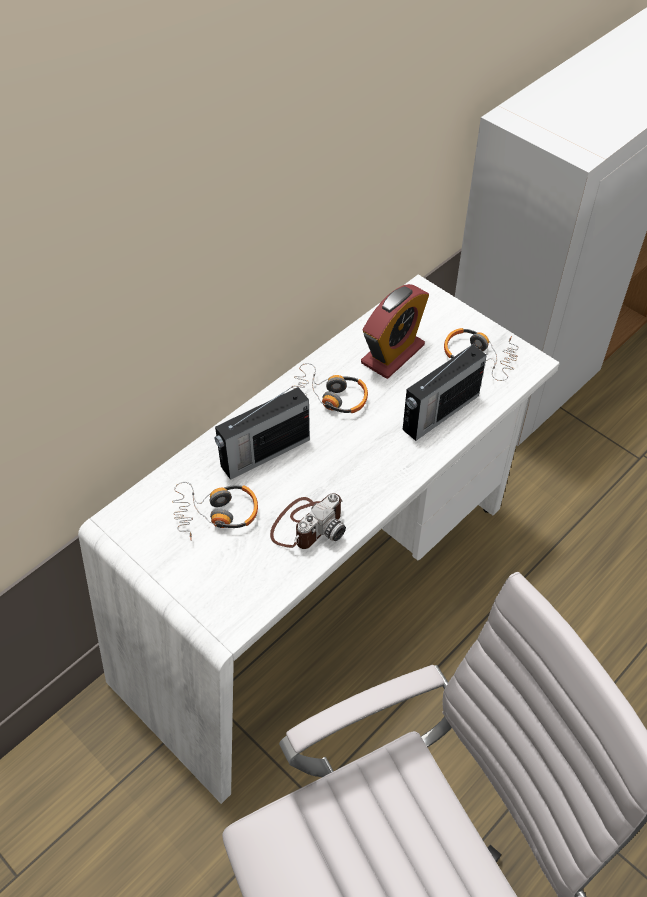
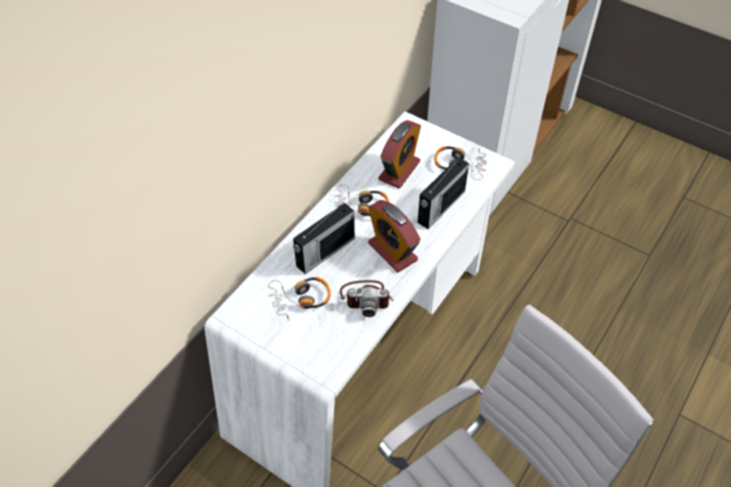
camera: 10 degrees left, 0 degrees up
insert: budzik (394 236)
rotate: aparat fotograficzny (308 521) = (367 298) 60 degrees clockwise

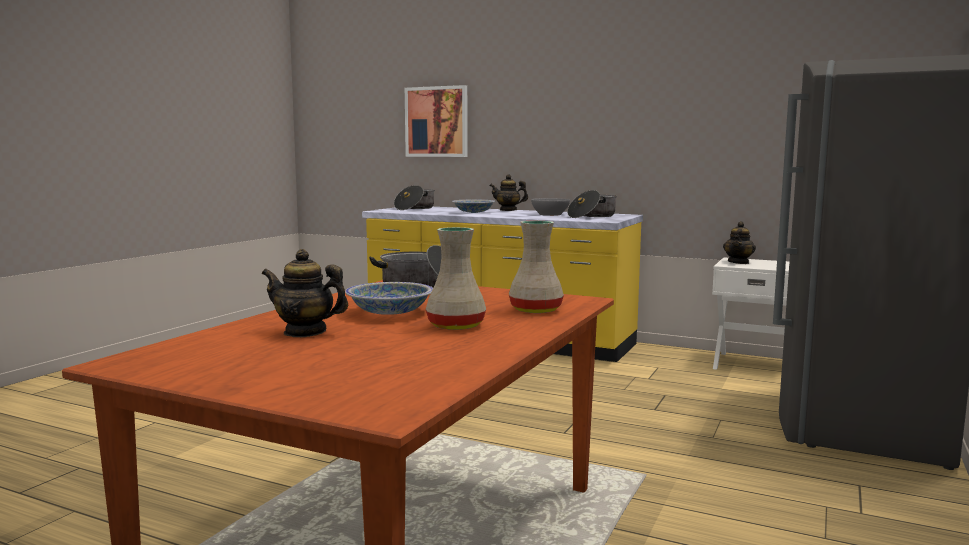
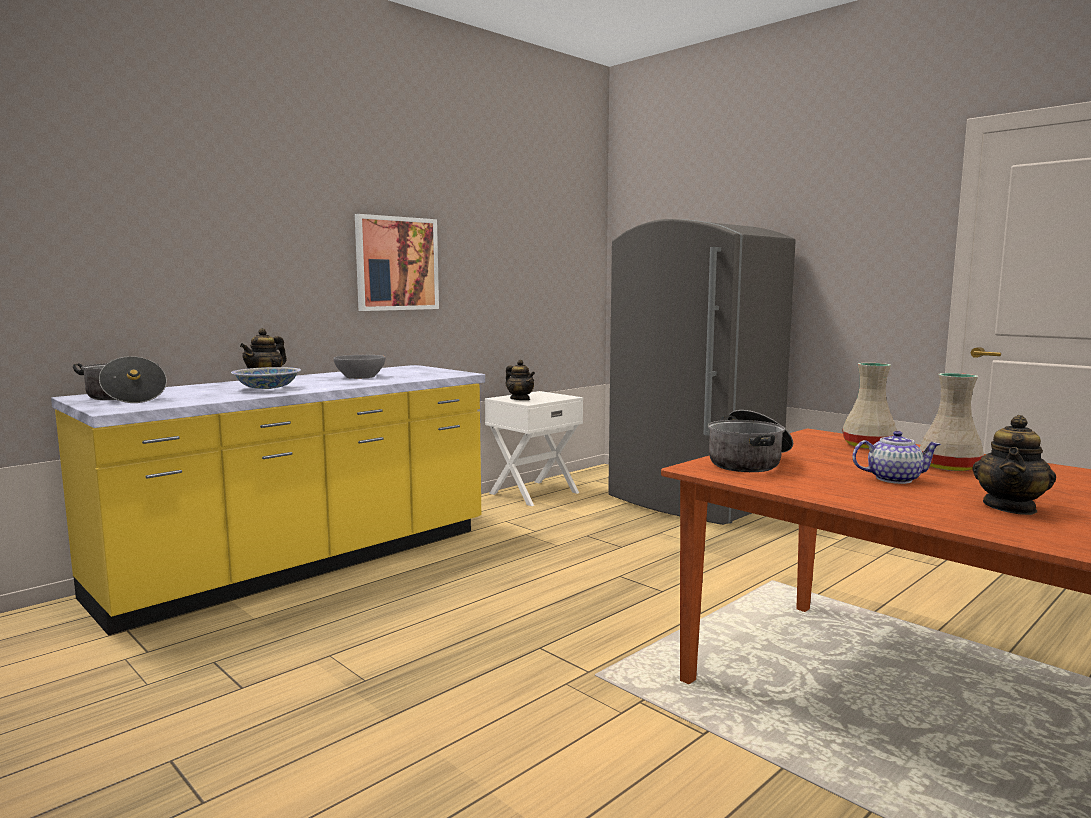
camera: 70 degrees left, 0 degrees up
delete: garnek (592 204)
move: obraz (436 121) to (397 262)
replace: miska (389 298) to imbryk (897 457)

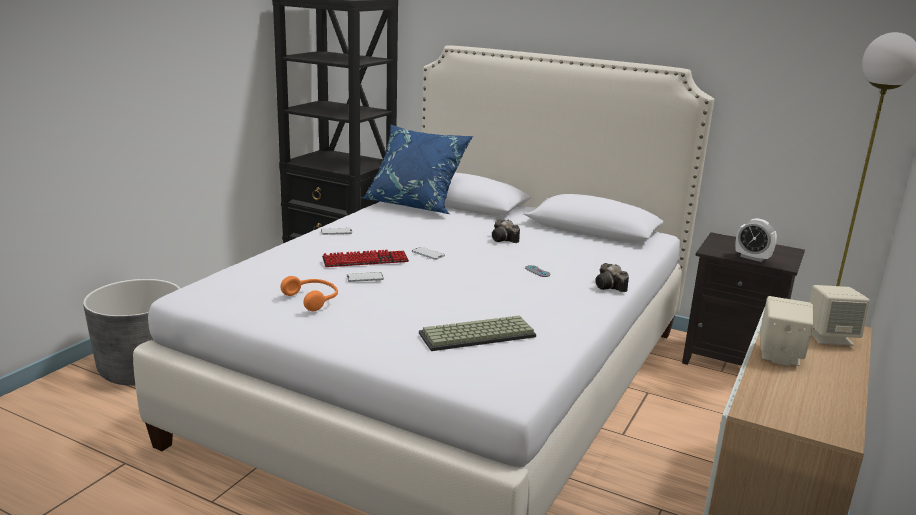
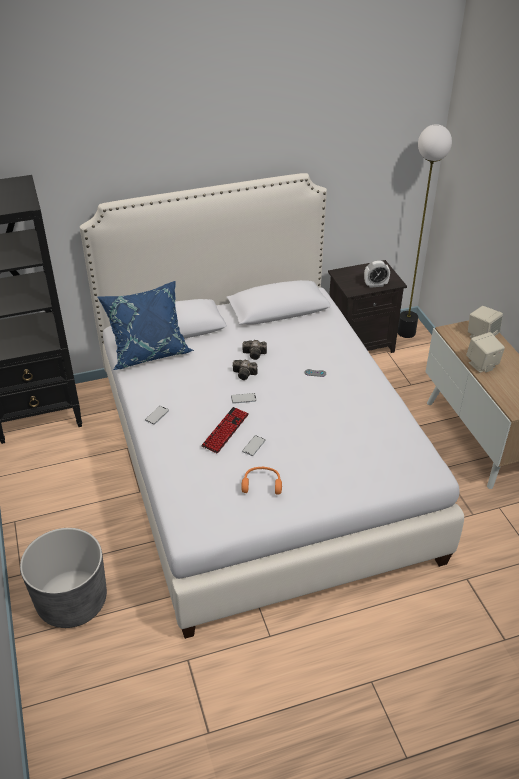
camera: 45 degrees left, 20 degrees up
delete: klawiatura (477 333)
move: aparat fotograficzny (612 277) to (245 369)

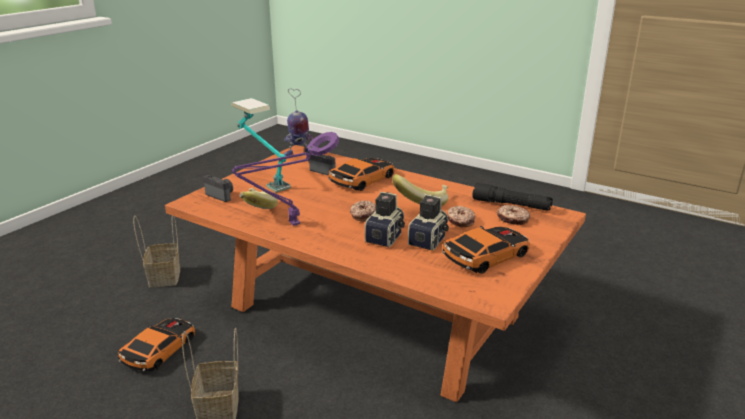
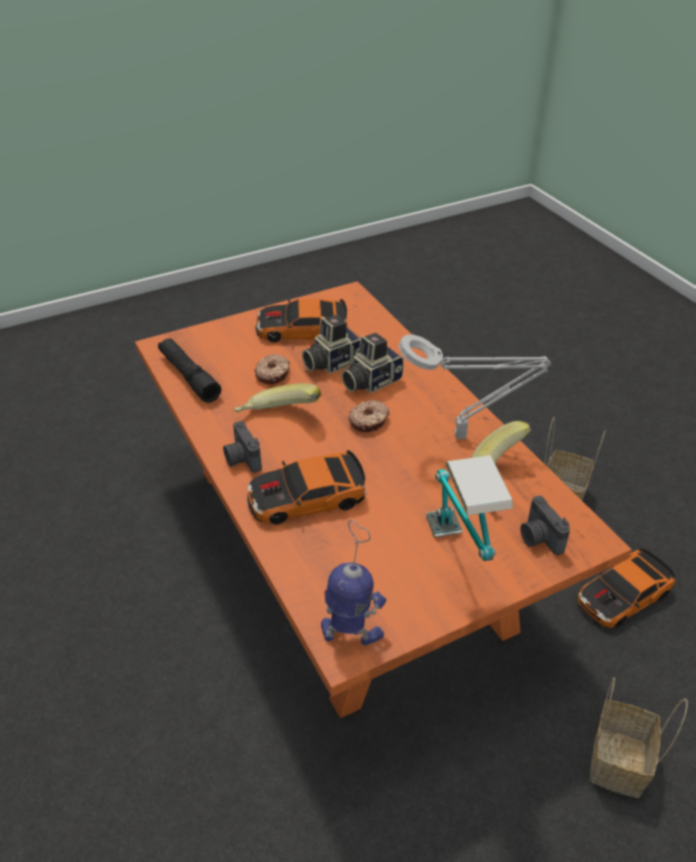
camera: 150 degrees left, 15 degrees up
delete: donut (513 215)
move: aparat fotograficzny (322 165) to (242 447)
recolor: lampa stołowa (fioletowy) (285 179) to lampa stołowa (szary) (474 387)

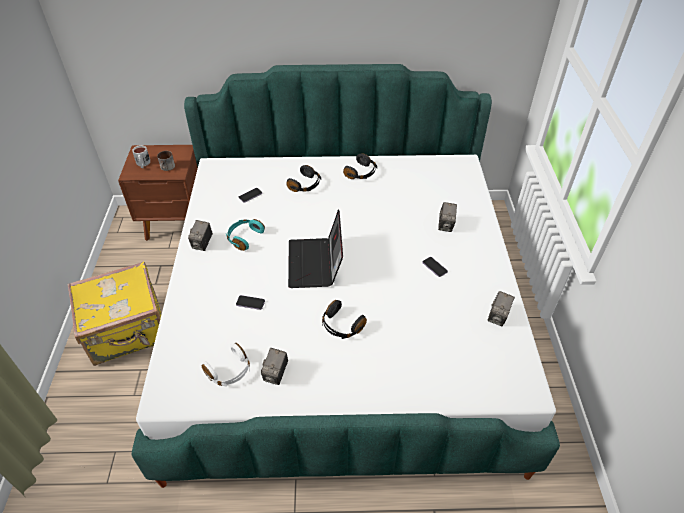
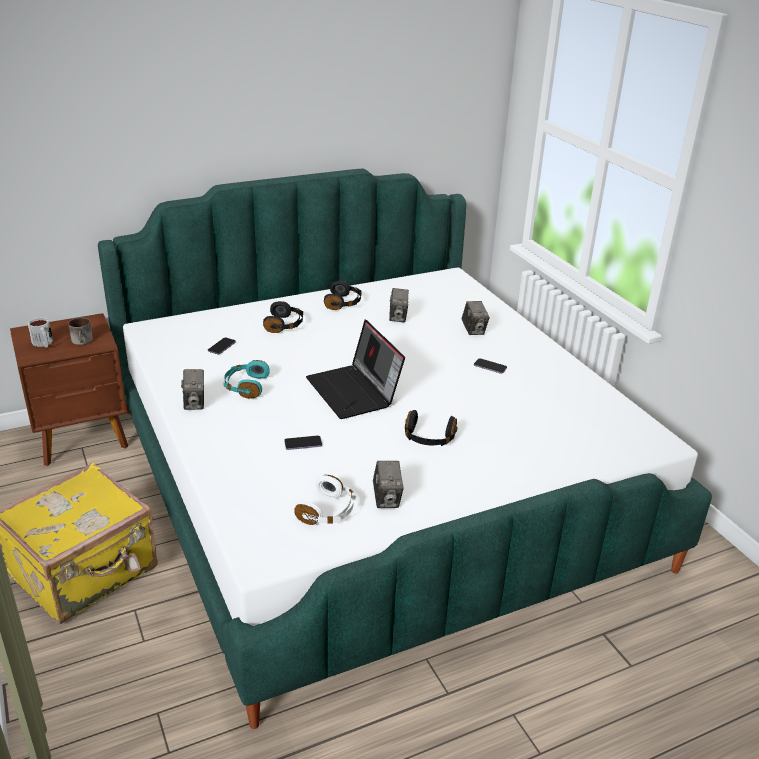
camera: 25 degrees left, 15 degrees down
move: aparat fotograficzny (501 308) to (399 305)

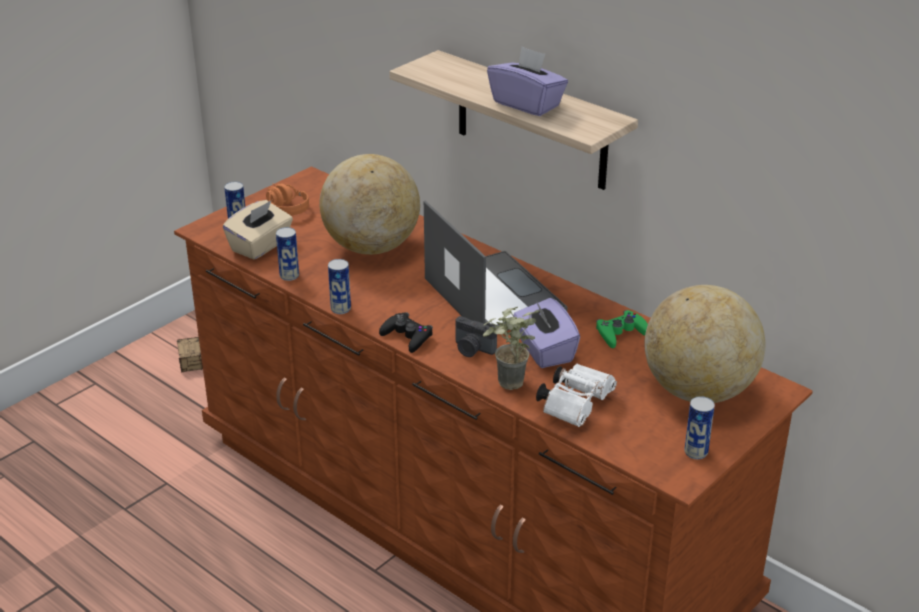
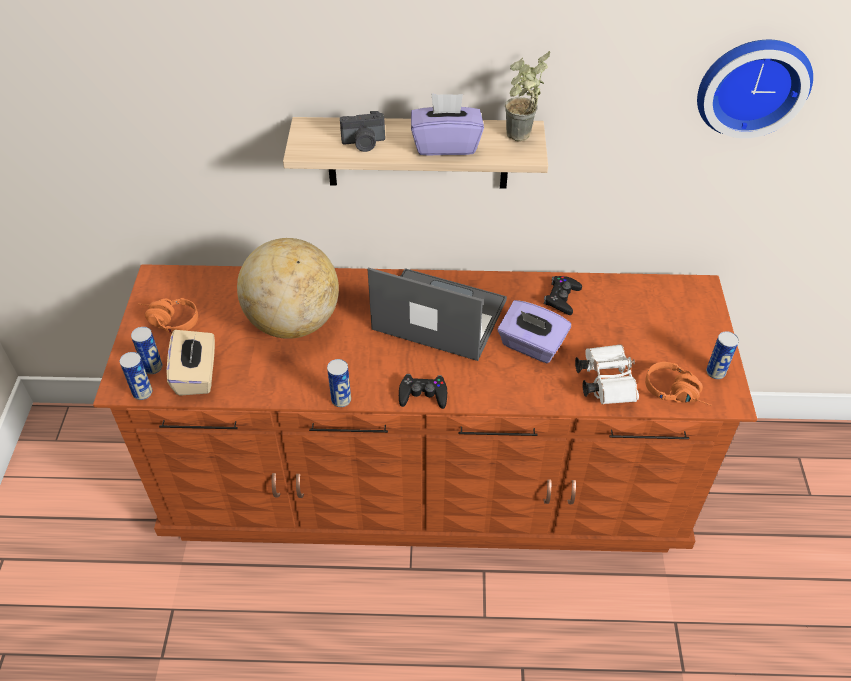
camera: 40 degrees left, 15 degrees up
delete: pojemnik do przechowywania (190 354); globus (704 344)
insert: słuchawki (pomarańczowy) (678 384); zegar ścienny (755 89)
move: puszka (287 254) to (136 376); aparat fotograficzny (476 336) to (362 131); roślina doniczkowa (510 348) to (527 96)
recolor: pad do gier (zielony) (622 329) to pad do gier (czarny) (563 295)

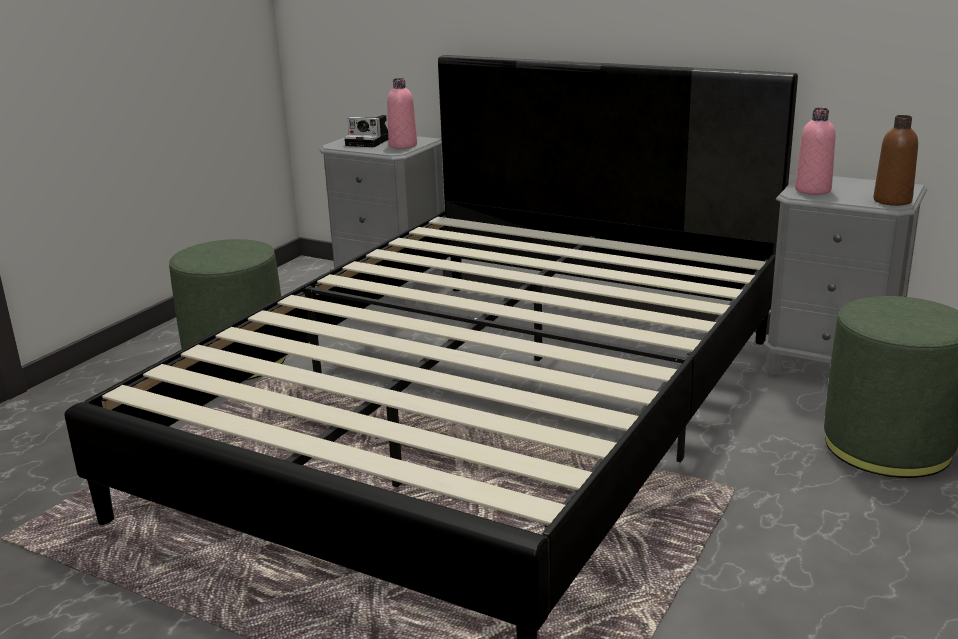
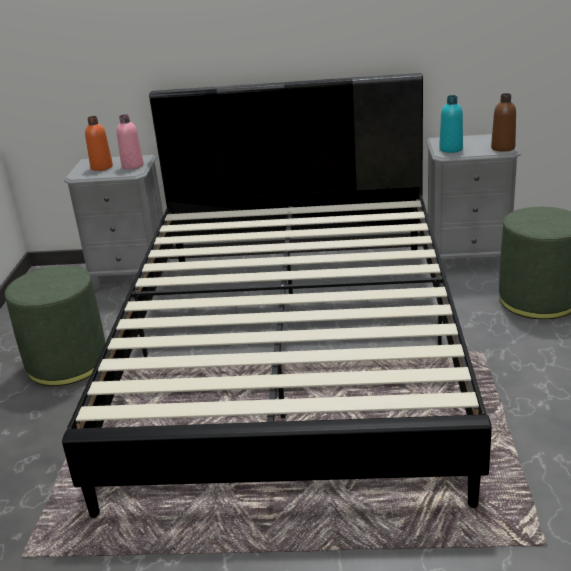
camera: 25 degrees left, 5 degrees up
replace: aparat fotograficzny (366 131) to butelka (pomarańczowy) (99 143)
recolor: butelka (różowy) (815 151) to butelka (turkusowy) (451 124)

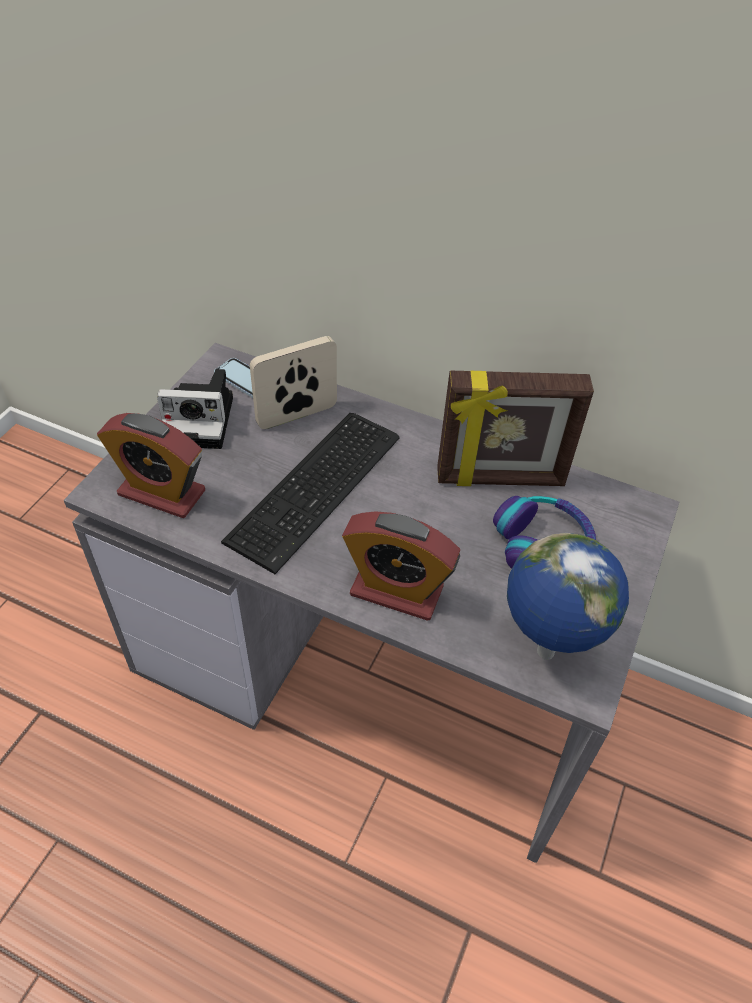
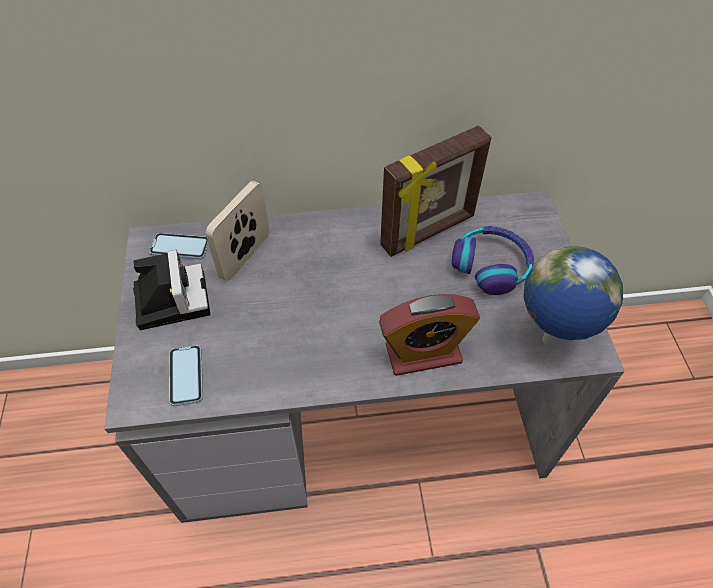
camera: 30 degrees left, 5 degrees up
delete: klawiatura (310 493)
replace: budzik (151 465) to telefon (186 375)
rotate: aparat fotograficzny (195 409) = (171 290) 75 degrees counterclockwise

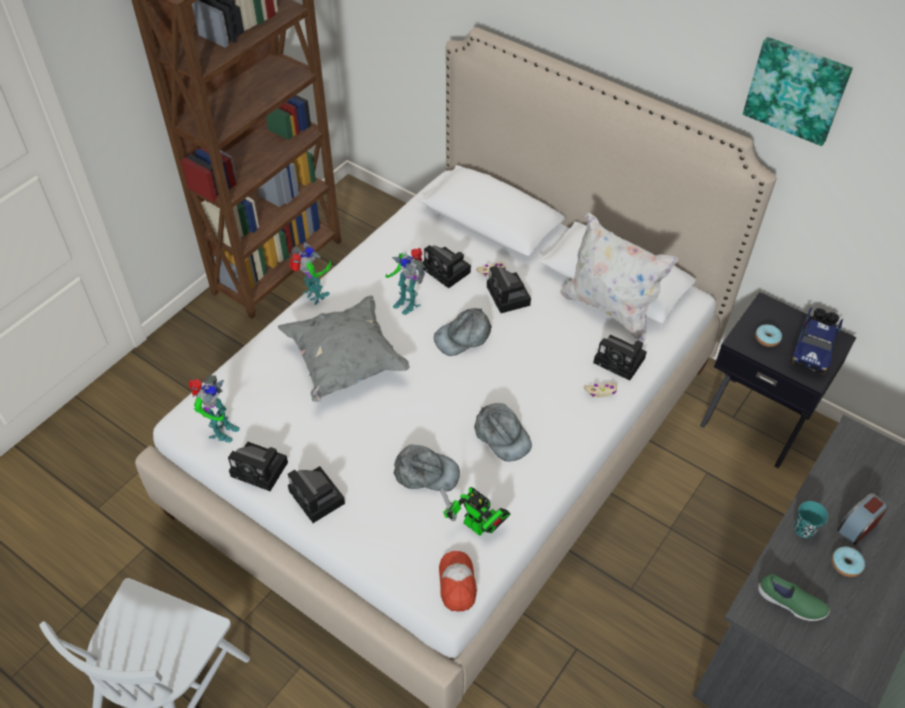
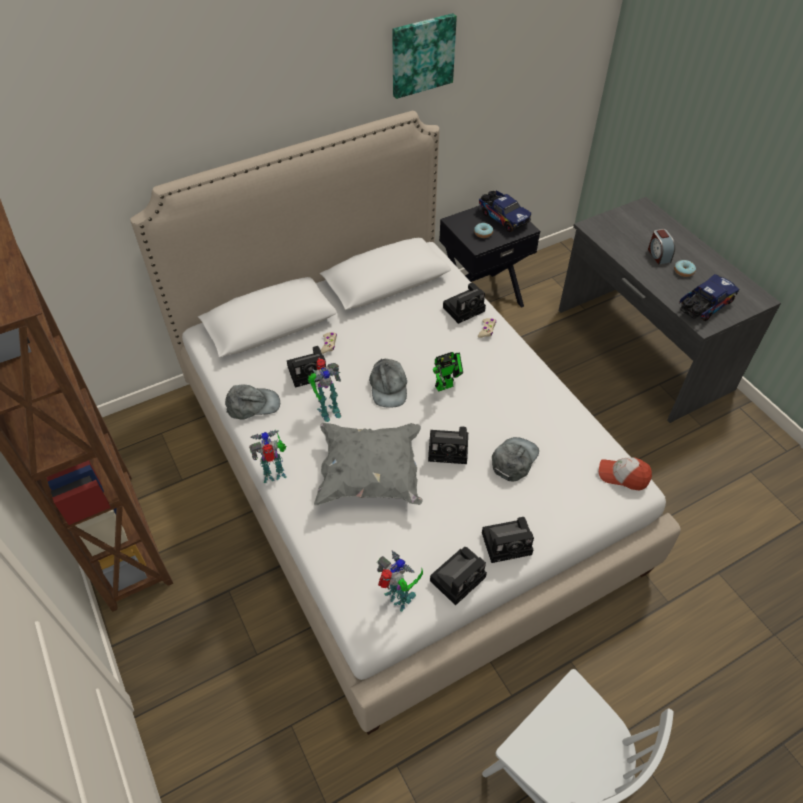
camera: 65 degrees left, 0 degrees up
delete: poduszka (biały) (619 277); filiżanka (turkusowy) (811 519)
move: robot zabawkowy (475 511) to (448 372); czapka z daszkiem (szary) (503 432) to (252 402); aparat fotograficzny (509 289) to (448 445)
replace: but (zielony) (794 597) to ciężarówka zabawkowa (709 297)

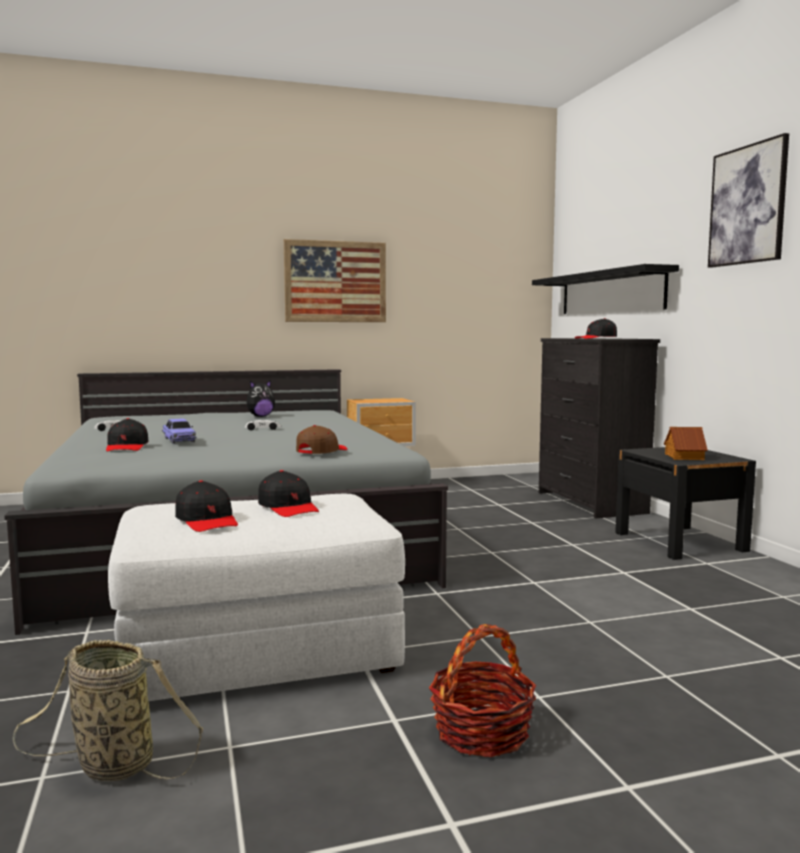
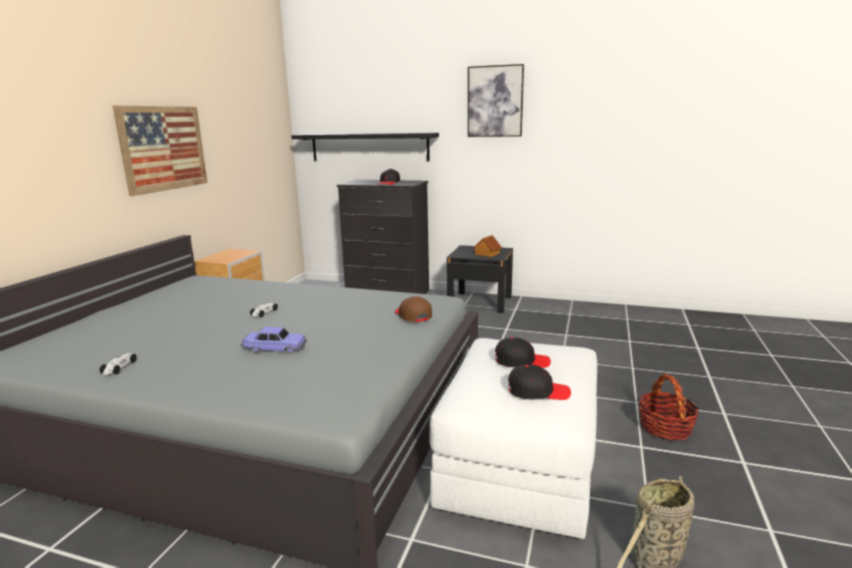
camera: 55 degrees left, 10 degrees up
delete: czapka z daszkiem (czarny) (127 435); pluszak (261 398)

